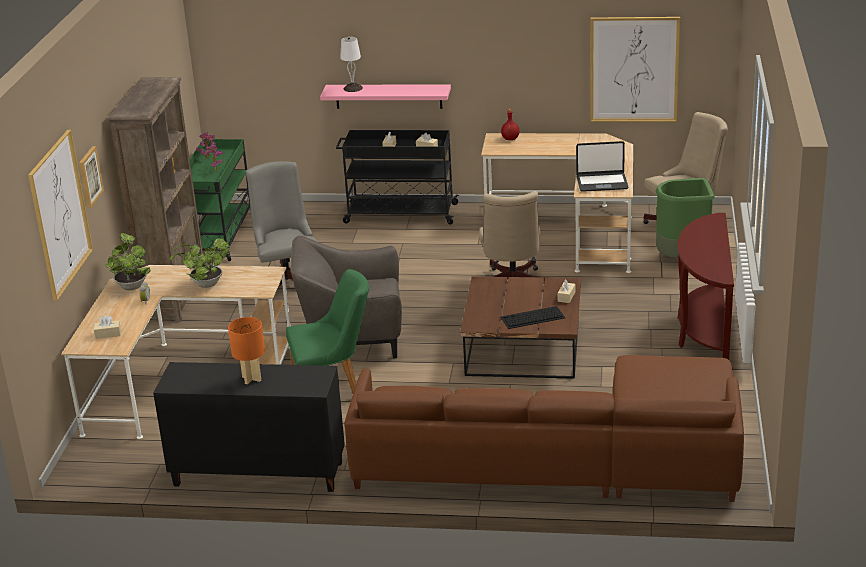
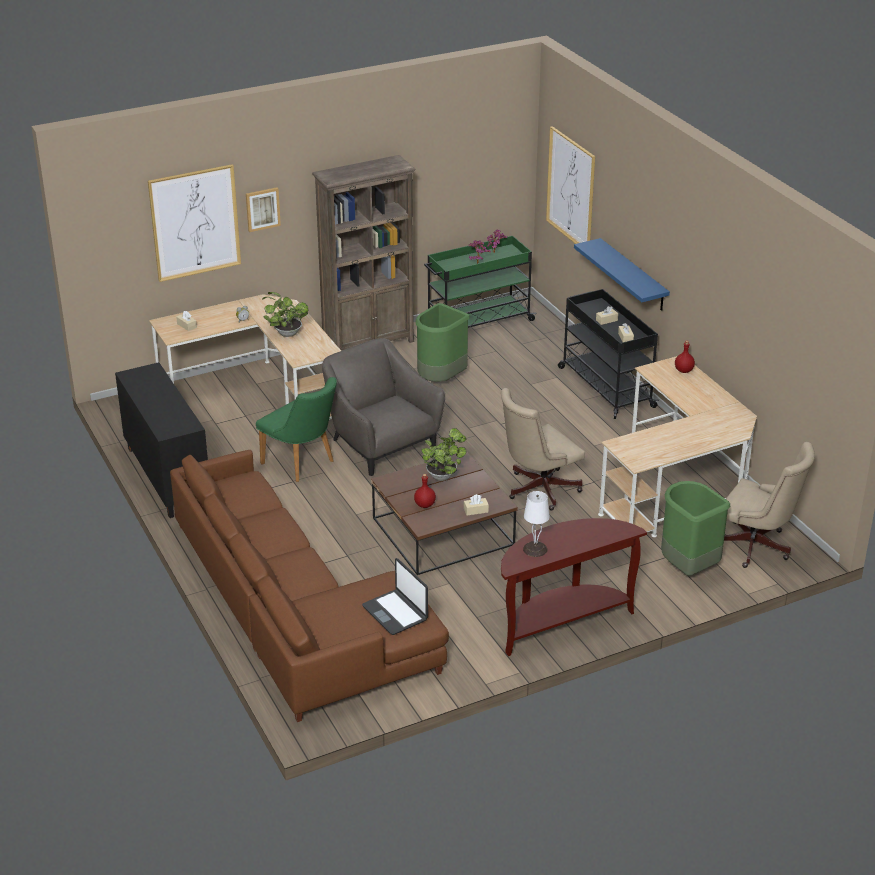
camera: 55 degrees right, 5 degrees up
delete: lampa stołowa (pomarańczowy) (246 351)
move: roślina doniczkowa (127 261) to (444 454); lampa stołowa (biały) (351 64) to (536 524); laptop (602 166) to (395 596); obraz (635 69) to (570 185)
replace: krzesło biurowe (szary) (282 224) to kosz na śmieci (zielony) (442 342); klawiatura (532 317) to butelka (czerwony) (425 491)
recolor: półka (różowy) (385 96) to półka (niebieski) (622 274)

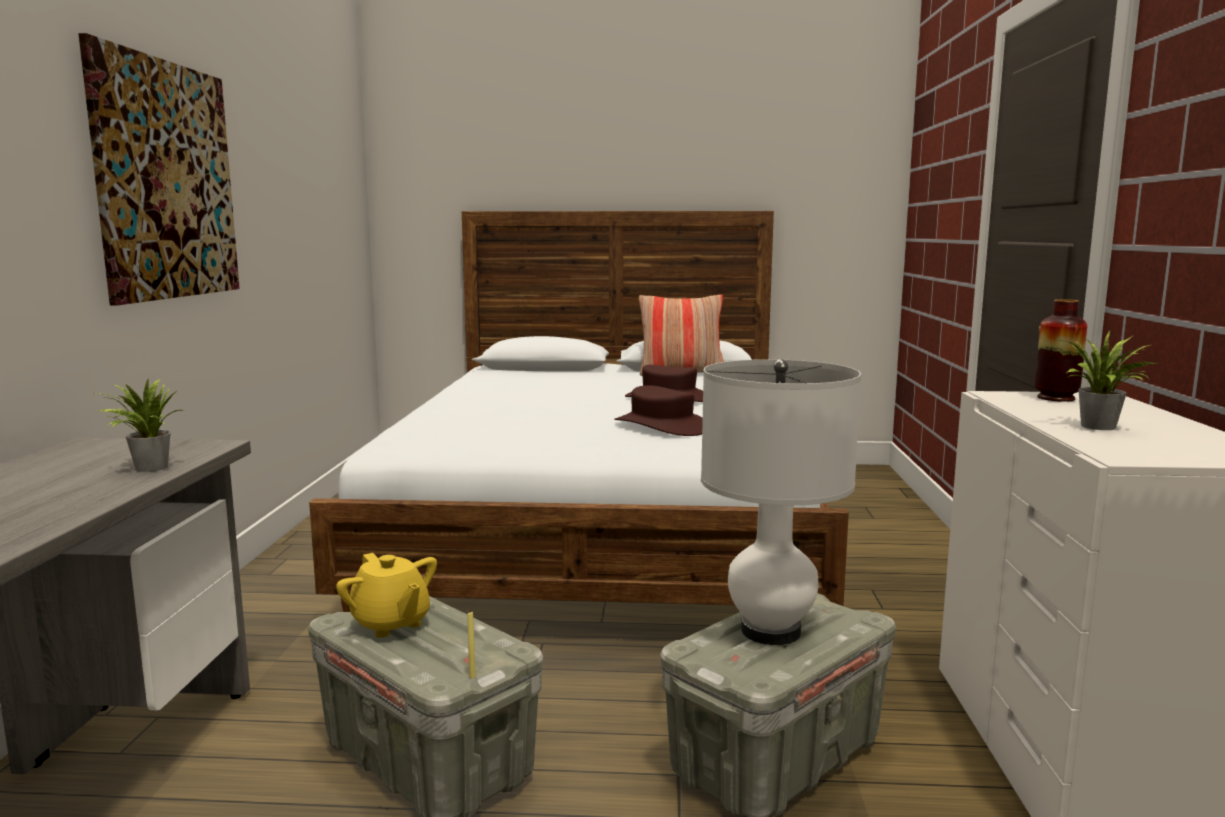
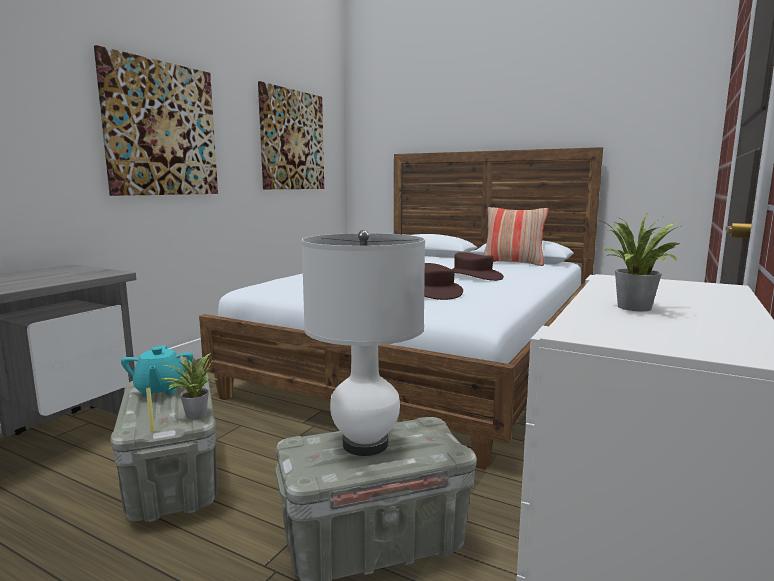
camera: 25 degrees right, 0 degrees up
delete: wazon (1061 350)
insert: obraz (291 135)
move: roślina doniczkowa (138 425) to (189 386)
recolor: imbryk (żółty) (386 595) to imbryk (turkusowy) (157 371)

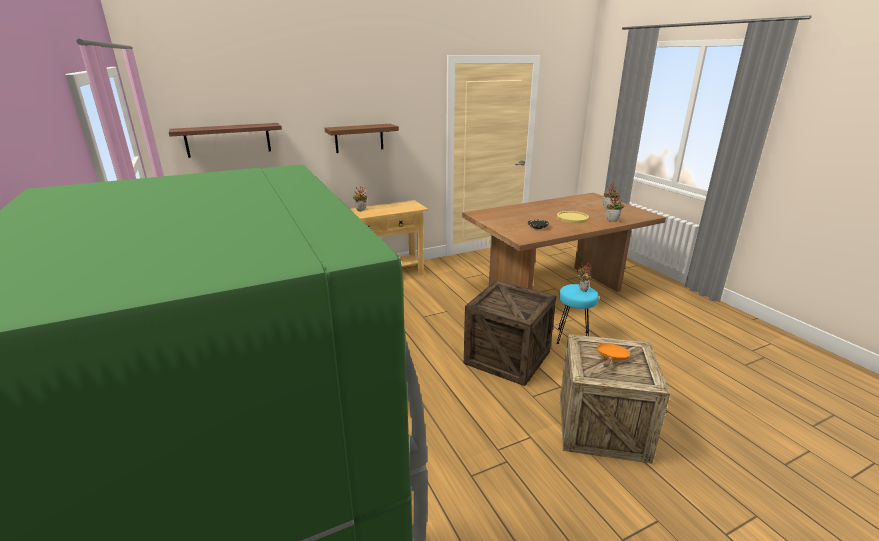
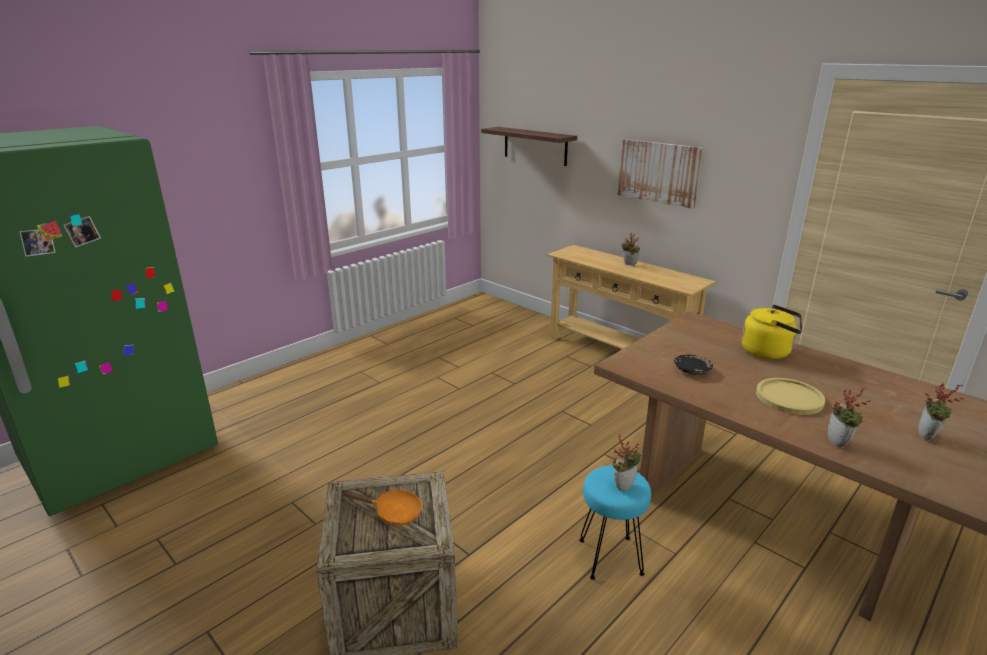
camera: 70 degrees right, 0 degrees up
delete: skrzynka (510 333)
insert: czajnik (żółty) (772 331)
replace: półka (brązowy) (362 138) to obraz (660 174)

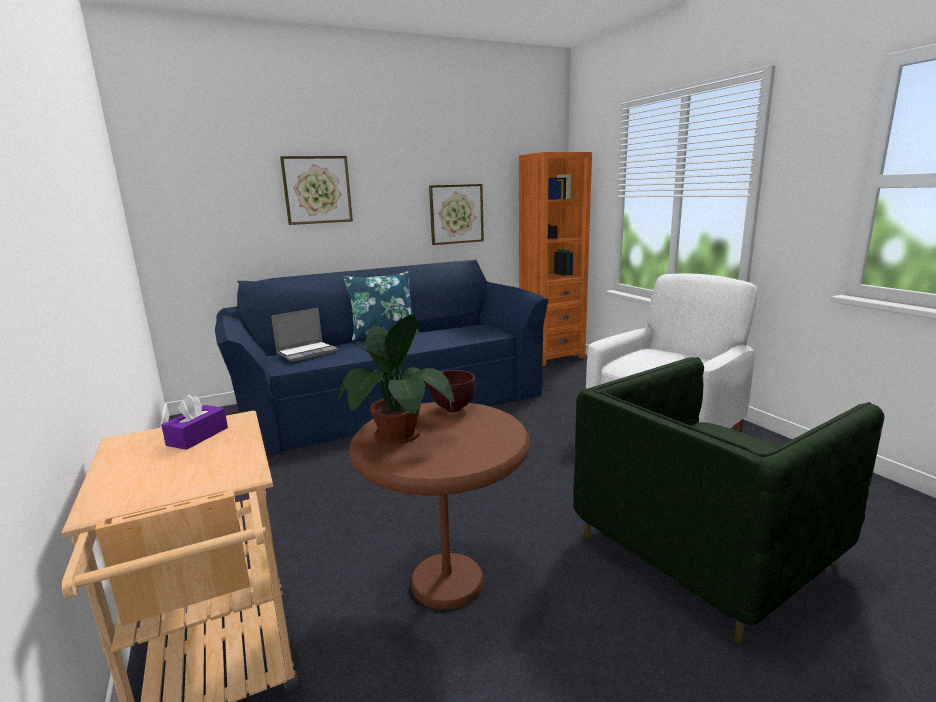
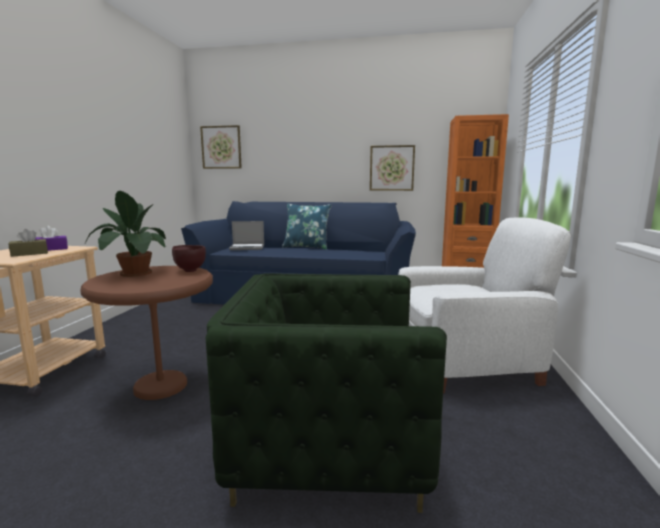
camera: 35 degrees right, 5 degrees down
insert: pudełko chusteczek (brązowy) (28 243)
move: obraz (316 190) to (221 147)

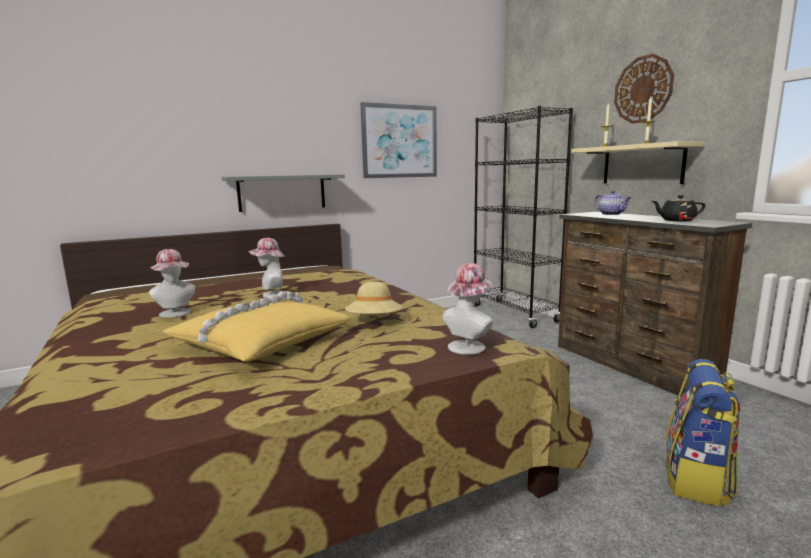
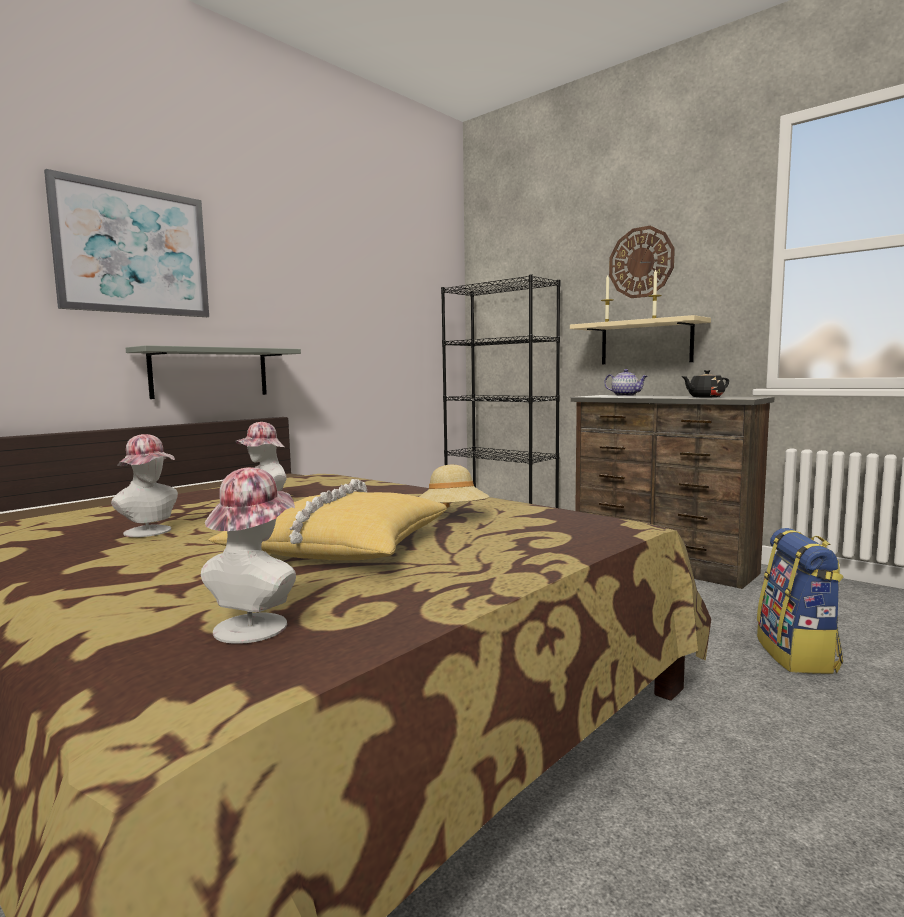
camera: 20 degrees left, 5 degrees down
move: obraz (398 140) to (126 243); kapelusz (468 309) to (248 555)

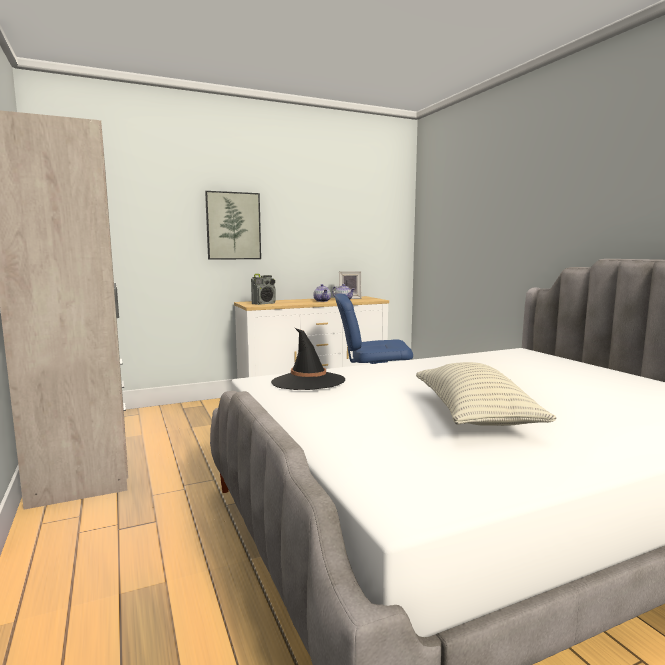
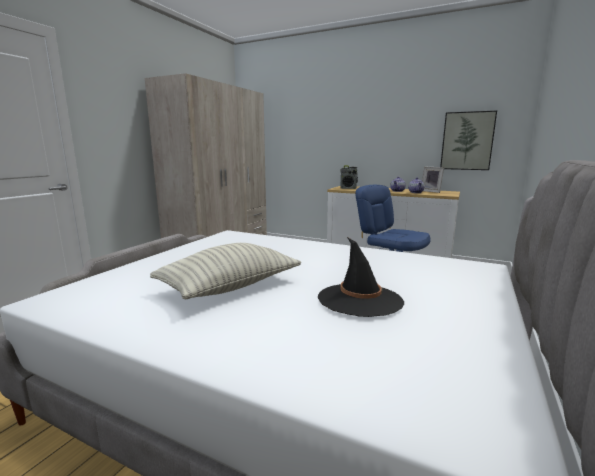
camera: 50 degrees right, 5 degrees up
move: obraz (233 225) to (468 140); kapelusz (czarny) (308 359) to (361 277)

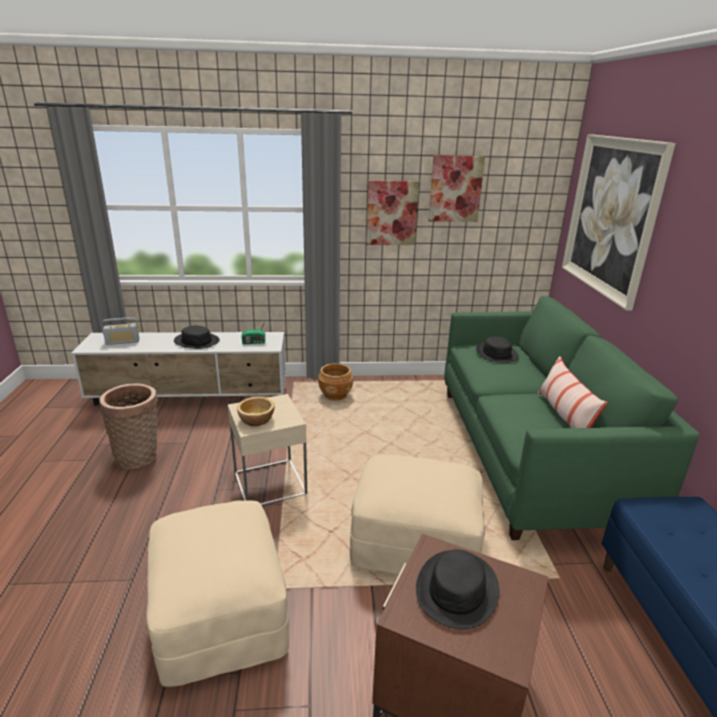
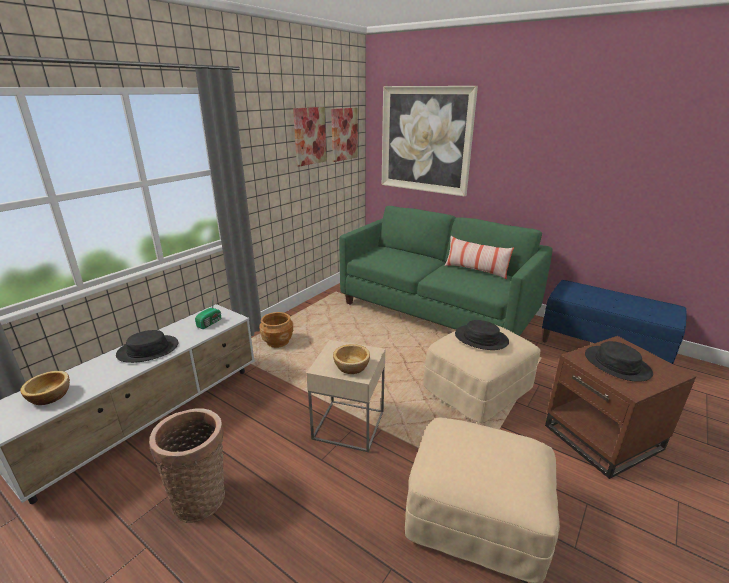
camera: 50 degrees left, 0 degrees up
move: obraz (392 212) to (344 135); kapelusz (czarny) (497 349) to (482 335)
replace: radio (120 331) to miska (45 388)

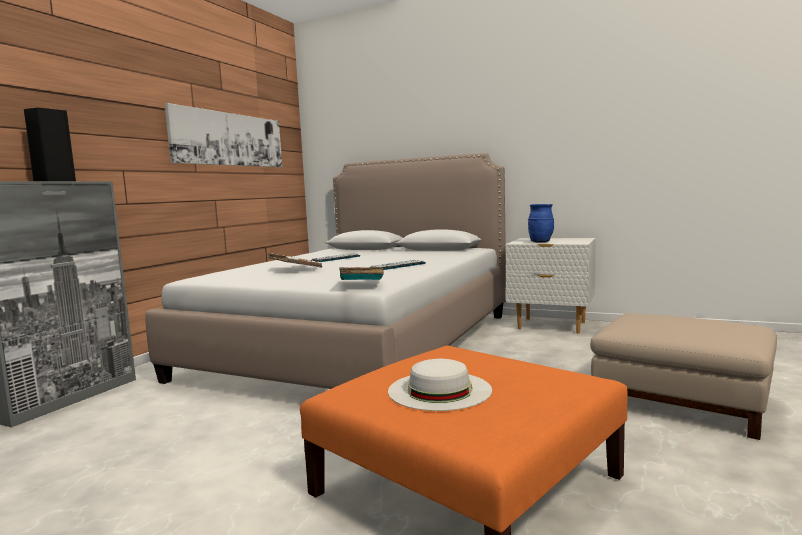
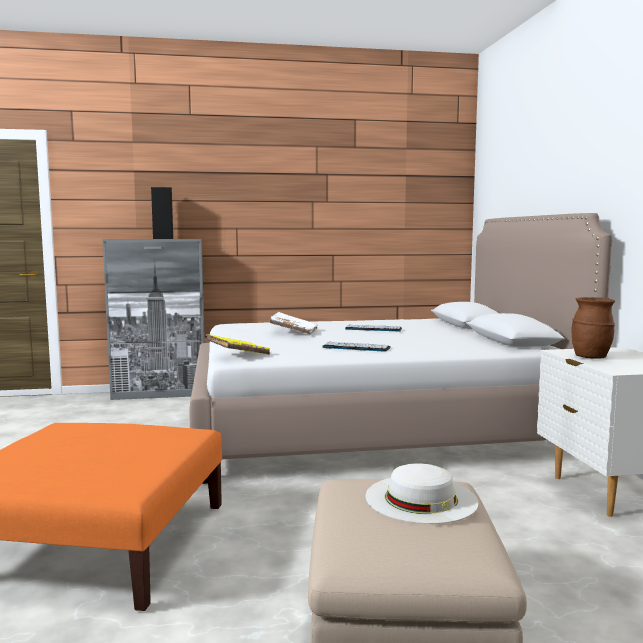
camera: 55 degrees right, 0 degrees up
delete: obraz (223 135)
move: kapelusz (biały) (440 385) to (421 493)
recolor: książka (turkusowy) (361 273) to książka (żółty) (238 344); wazon (niebieski) (541 223) to wazon (brązowy) (593 328)

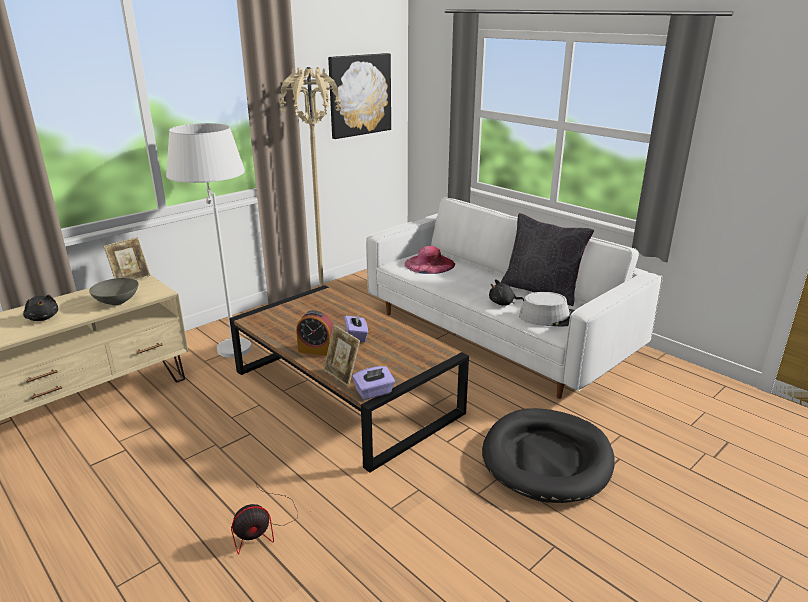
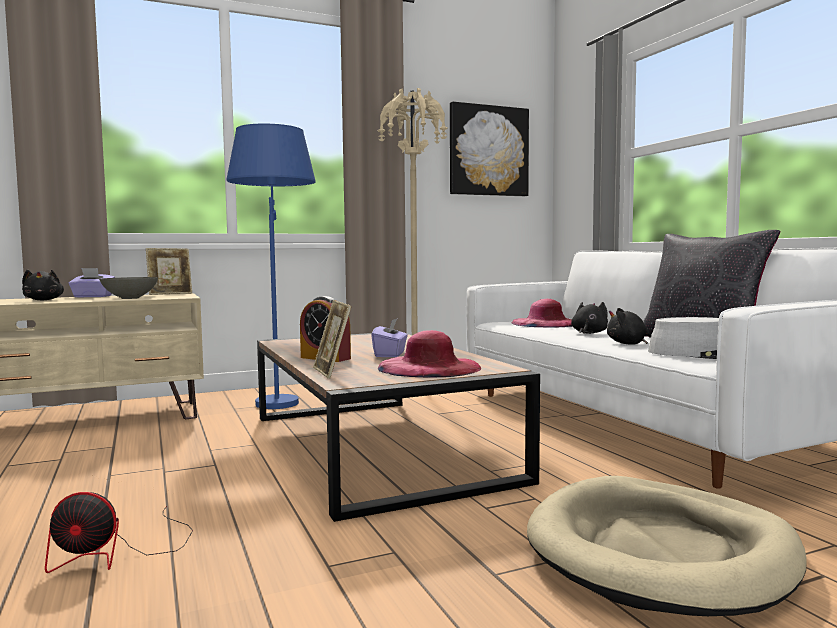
camera: 20 degrees right, 20 degrees down
insert: kapelusz (różowy) (430 353); pluszak (czarny) (589 318)
move: pudełko chusteczek (fioletowy) (373 383) to (92 283)
recolor: lampa stojąca (biały) (208 240) to lampa stojąca (niebieski) (271 266); legowisko (czarny) (548 455) to legowisko (beżowy) (667 546)

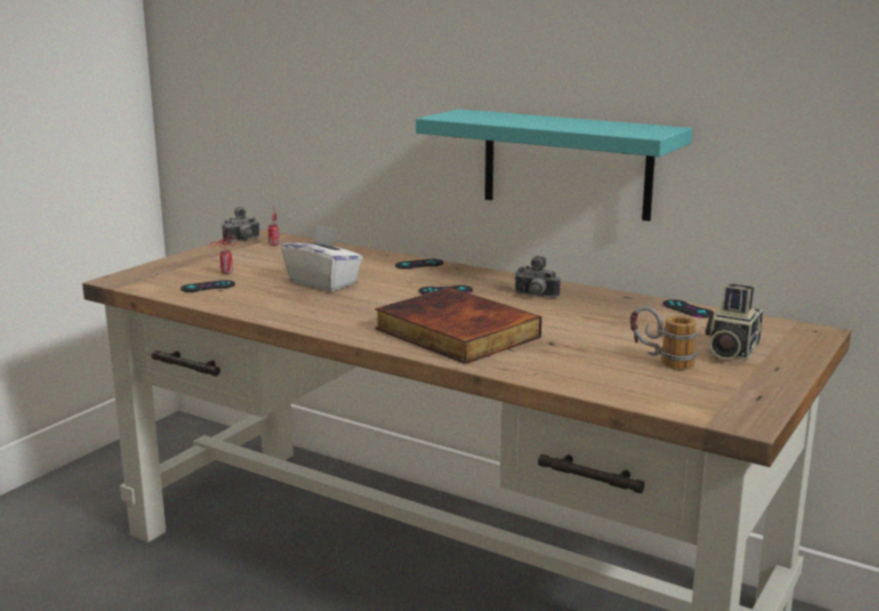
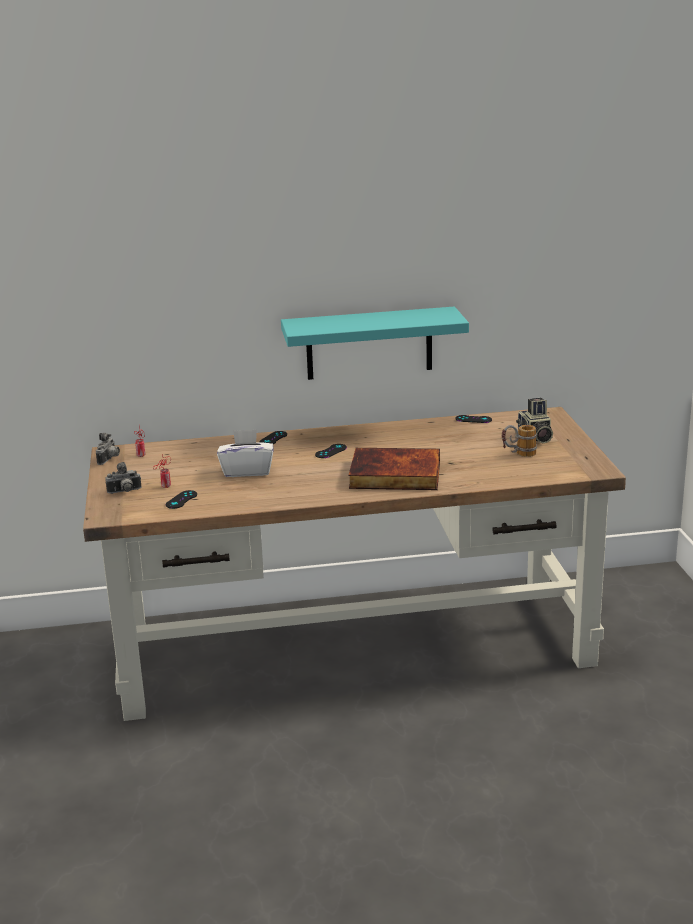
camera: 40 degrees left, 5 degrees up
move: aparat fotograficzny (537 277) to (123 478)

